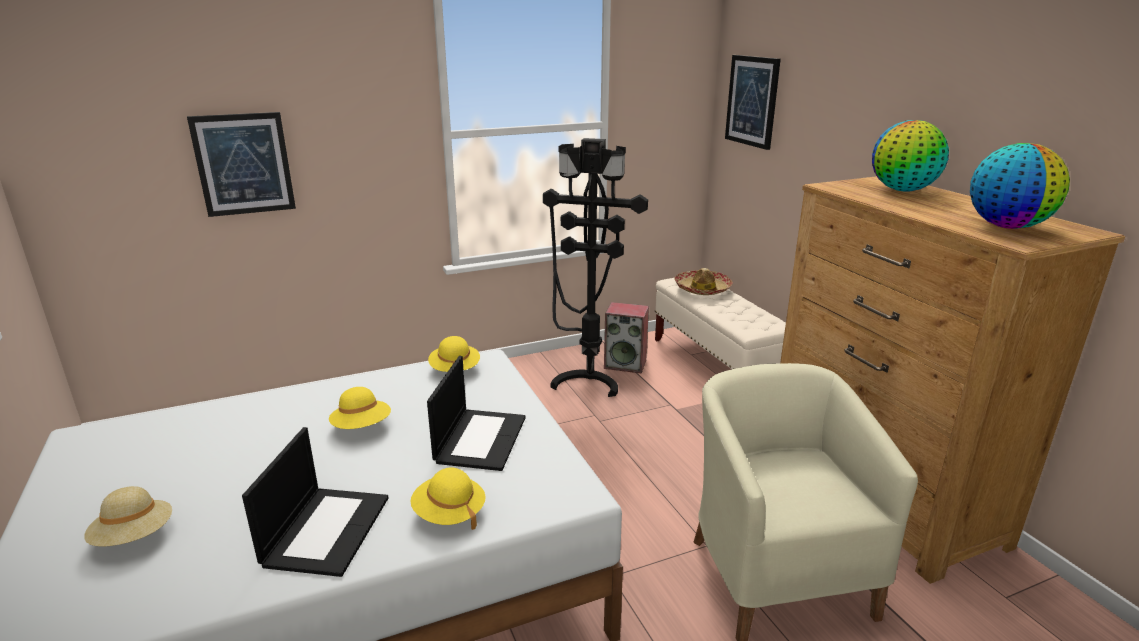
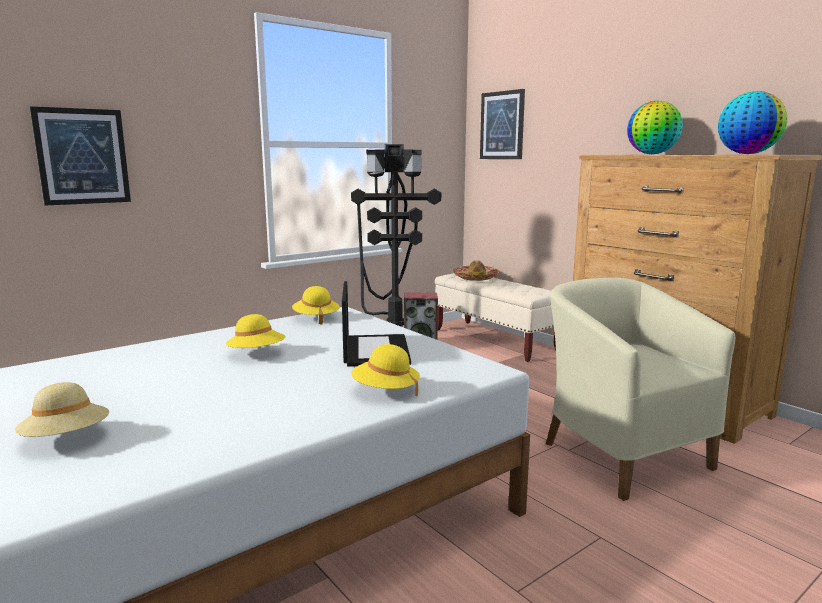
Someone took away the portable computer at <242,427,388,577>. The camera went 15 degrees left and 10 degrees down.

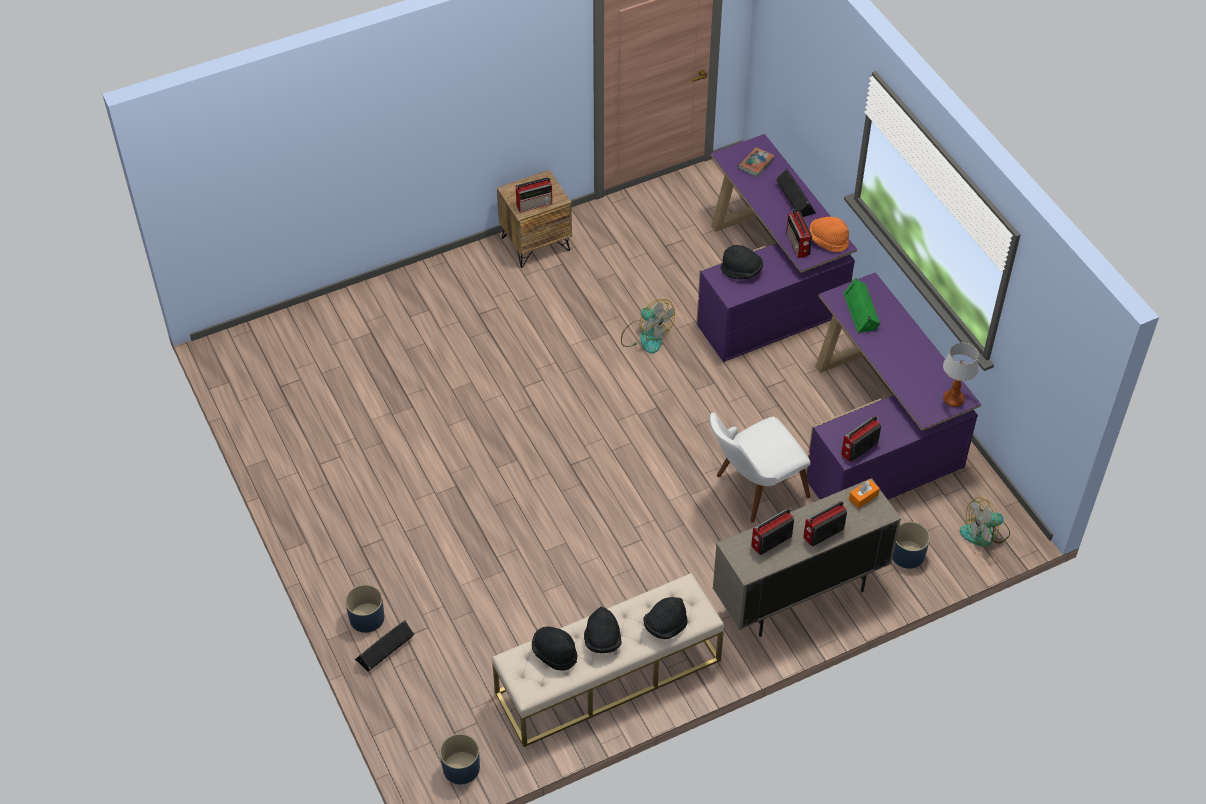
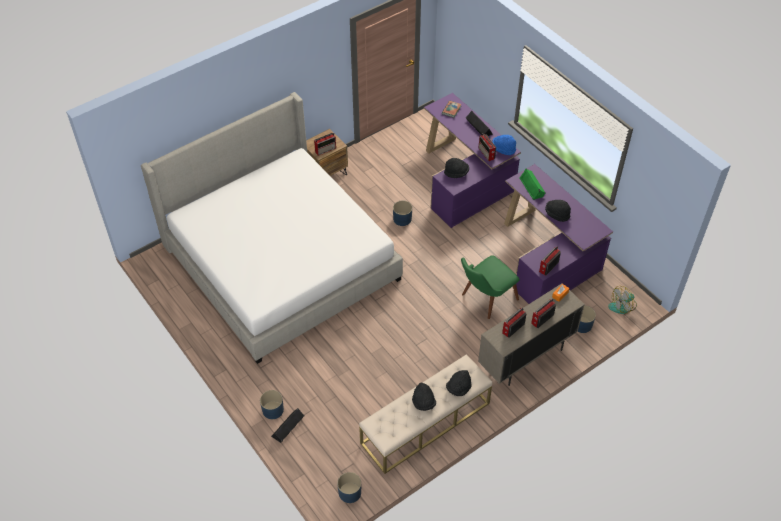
Someone repainted the orange-coloured wearable hat at <809,217,849,252>, which became the blue wearable hat at <492,135,516,155>. Someone swapped the fan at <621,299,675,354> for the blue plant pot at <393,200,412,226>. Someone took away the tabletop lamp at <943,343,979,407>. Someone repainted the white upright chair at <709,413,811,522>, which became the greenish upright chair at <461,255,520,319>. Someone carried the black-coloured wearable hat from <532,627,578,671> to <545,200,571,222>. Someone put down the sleeping bed at <141,92,403,364>. The camera went 10 degrees left and 0 degrees up.

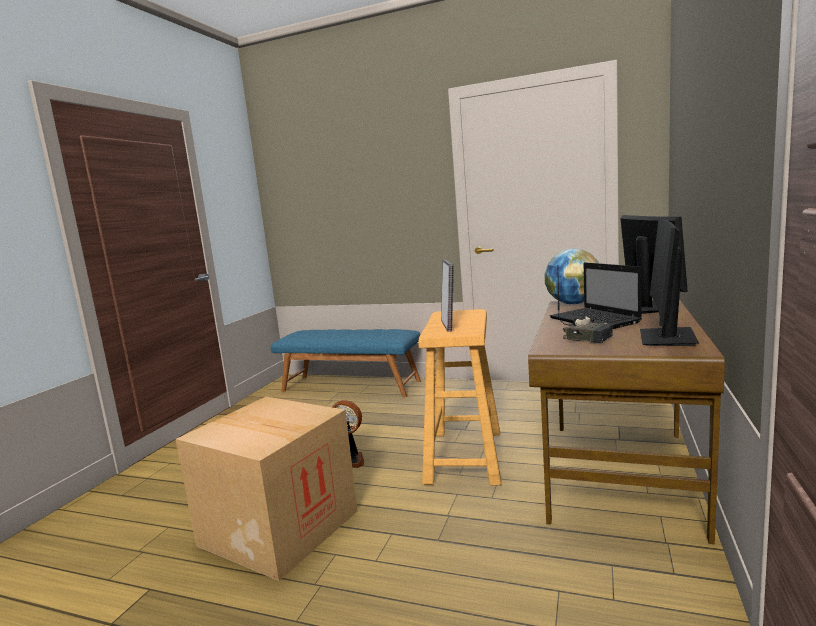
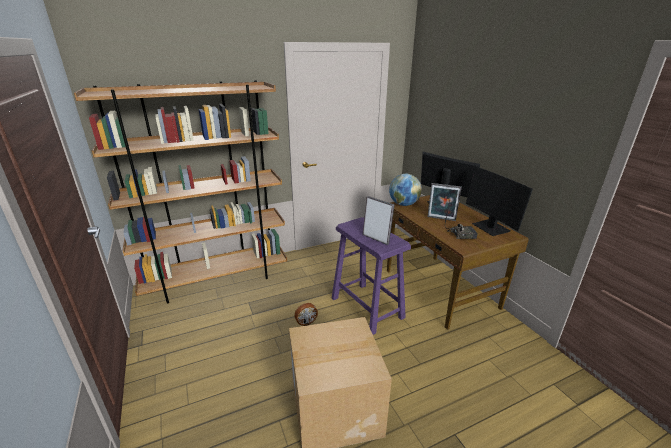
Someone swapped the portable computer at <550,262,642,329> for the photo frame at <427,183,462,221>. Someone repainted the beige-coloured stool at <418,309,501,485>, which became the purple-coloured stool at <332,217,411,335>. Someone swapped the blue bench at <271,329,421,397> for the brown shelving unit at <74,80,287,303>. The camera went 45 degrees left and 15 degrees up.

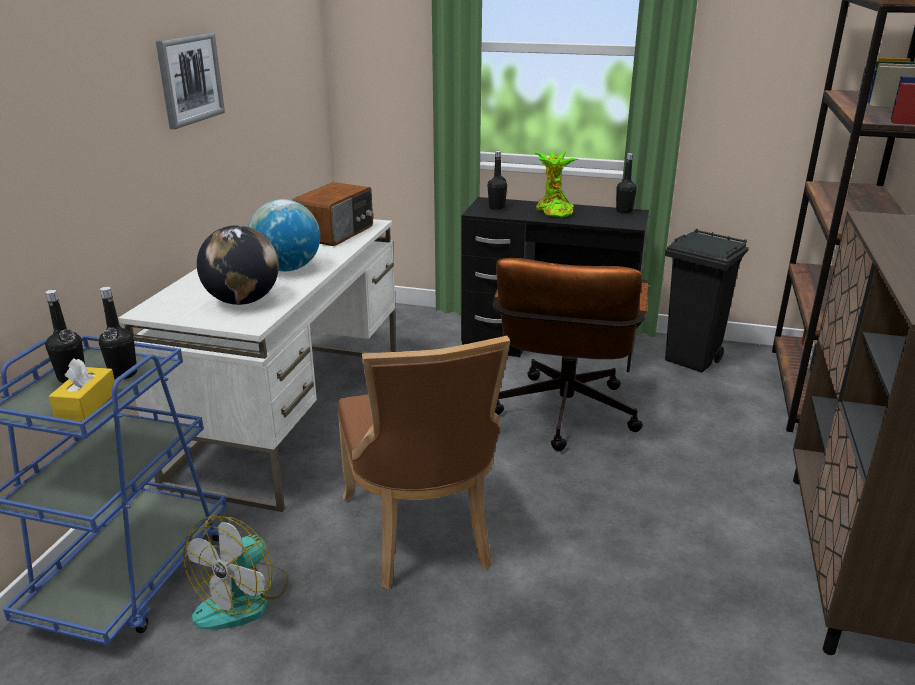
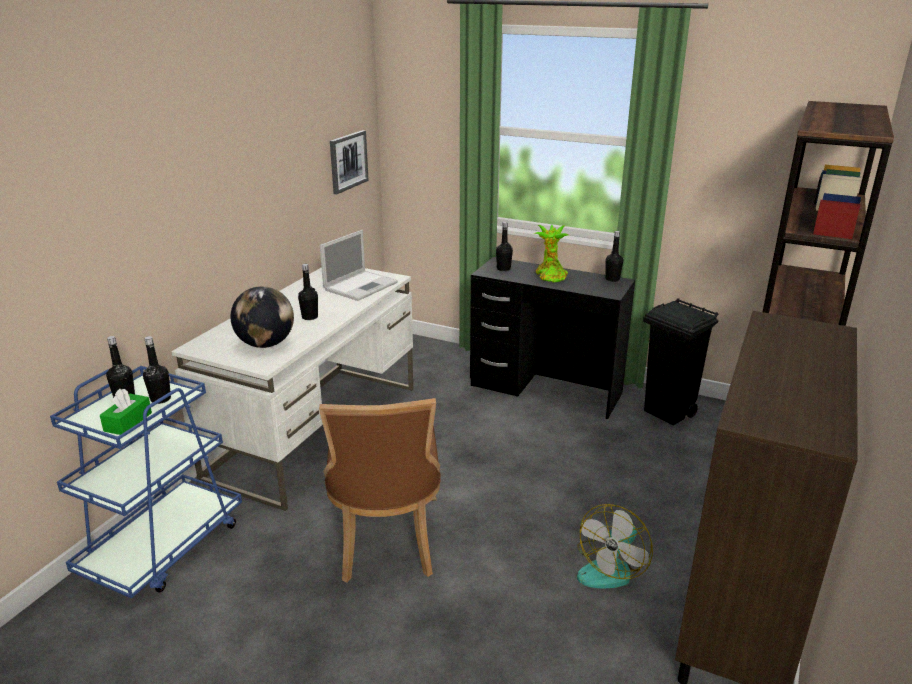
Someone carried the picture from <156,32,225,129> to <330,130,369,194>. Someone swapped the radio set at <292,182,373,246> for the portable computer at <320,230,398,301>. Someone swapped the desk globe at <248,199,320,271> for the black-coloured beverage bottle at <298,264,318,320>. Someone took away the brown computer chair at <493,258,648,451>. Someone repainted the yellow box of tissues at <49,358,115,421>, which became the greenish box of tissues at <100,389,152,435>. Someone carried the fan from <183,516,289,630> to <577,504,653,589>. The camera went 10 degrees right and 0 degrees up.

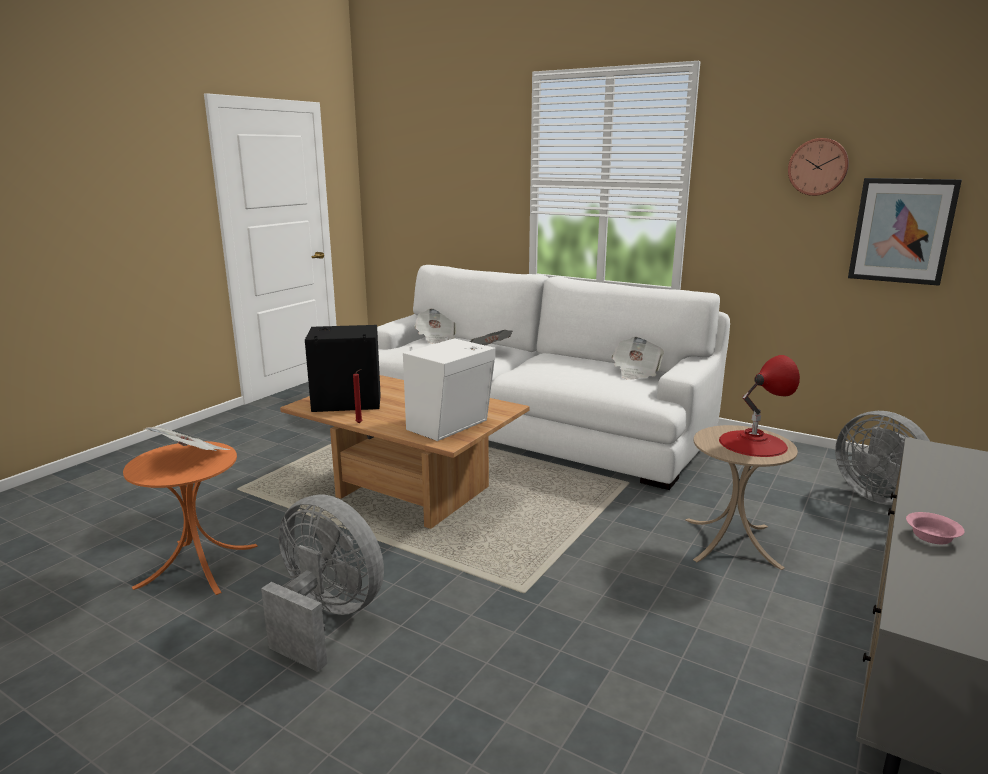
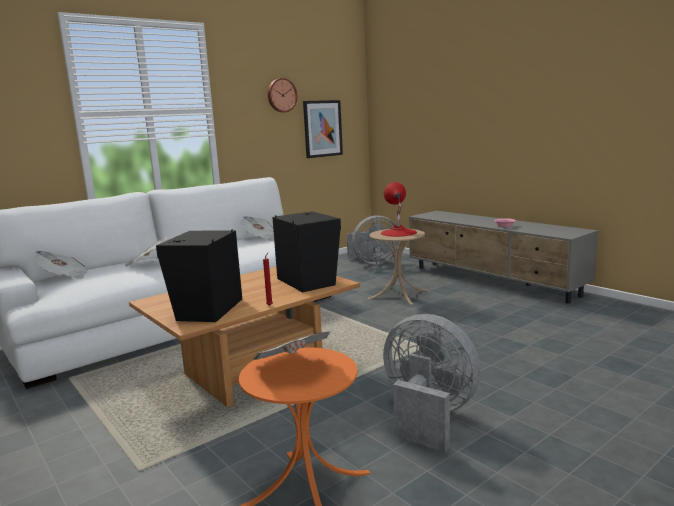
Someone repainted the white speaker at <403,337,495,441>, which became the black-coloured speaker at <272,211,341,292>. Someone rotated the gray fan at <261,495,384,672> by 75 degrees clockwise. The camera went 70 degrees left and 5 degrees down.

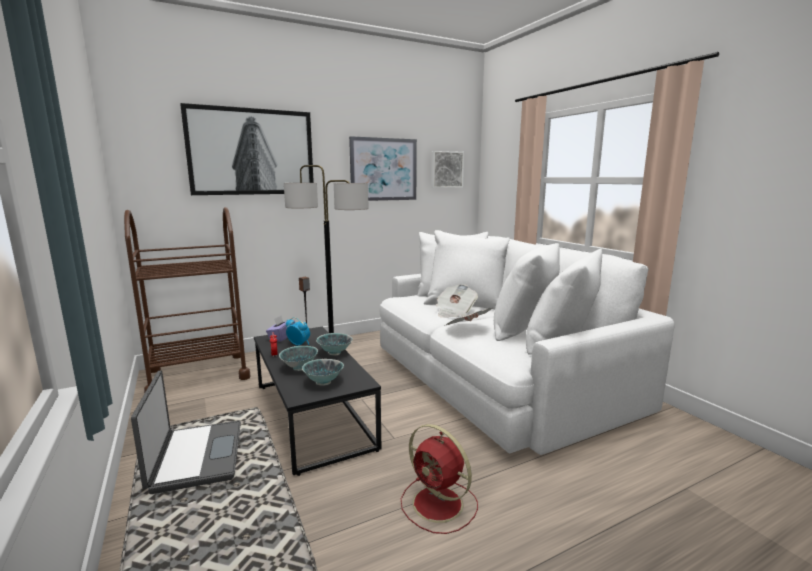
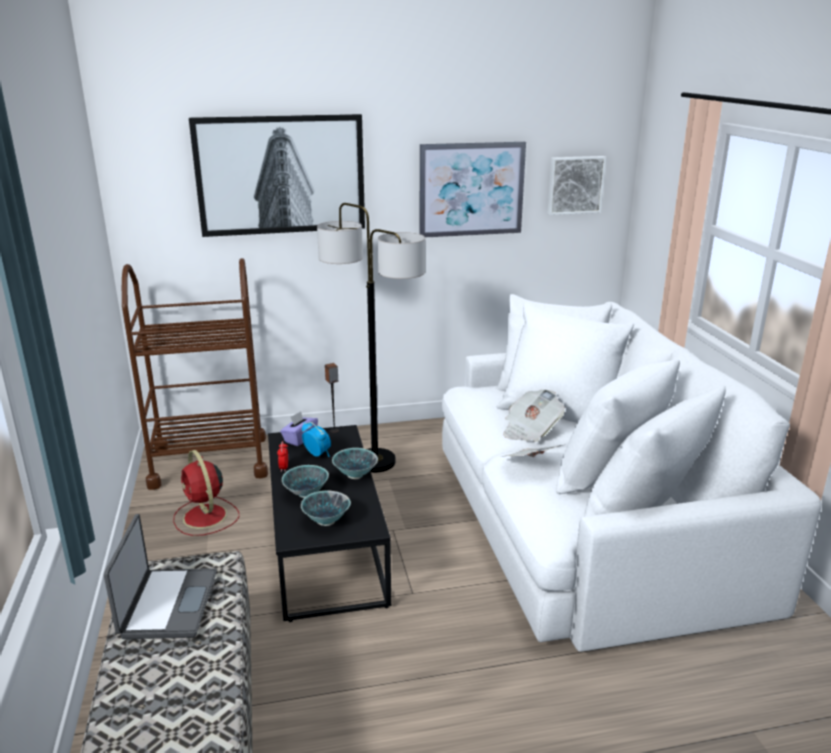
Someone carried the red-coloured fan from <401,424,478,534> to <173,450,239,536>. The camera went 15 degrees right and 10 degrees up.

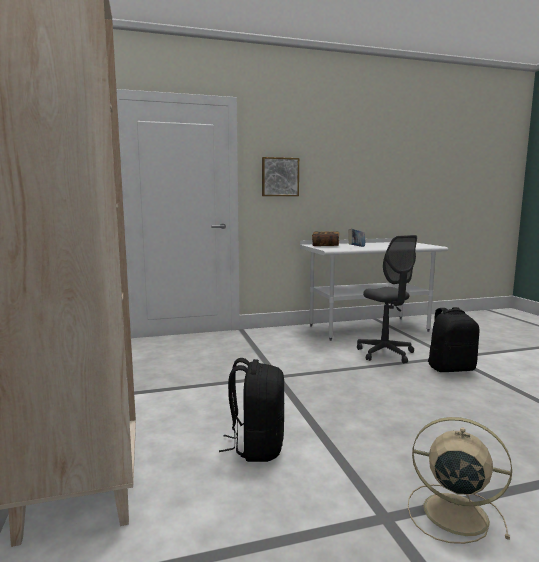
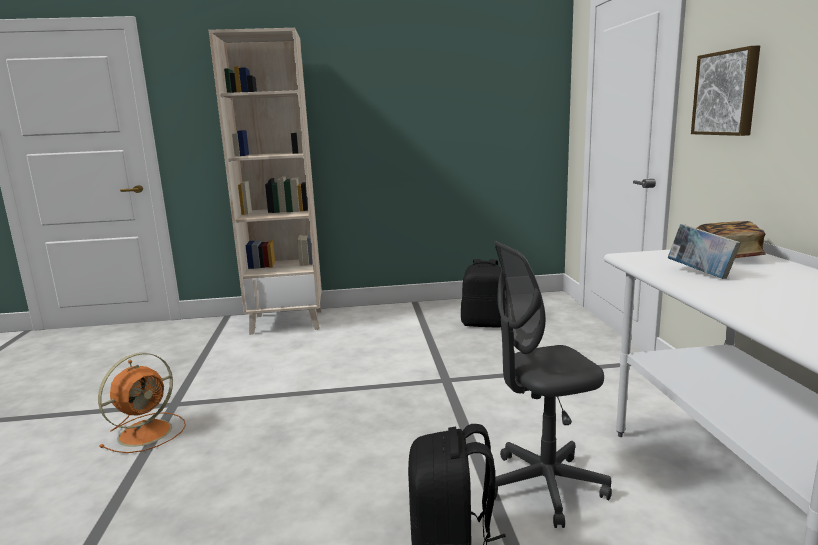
Someone carried the black-coloured backpack from <219,358,284,462> to <461,259,505,328>. Someone repainted the beige-coloured fan at <408,417,512,544>, which became the orange-coloured fan at <98,353,186,453>. The camera went 100 degrees right and 5 degrees up.

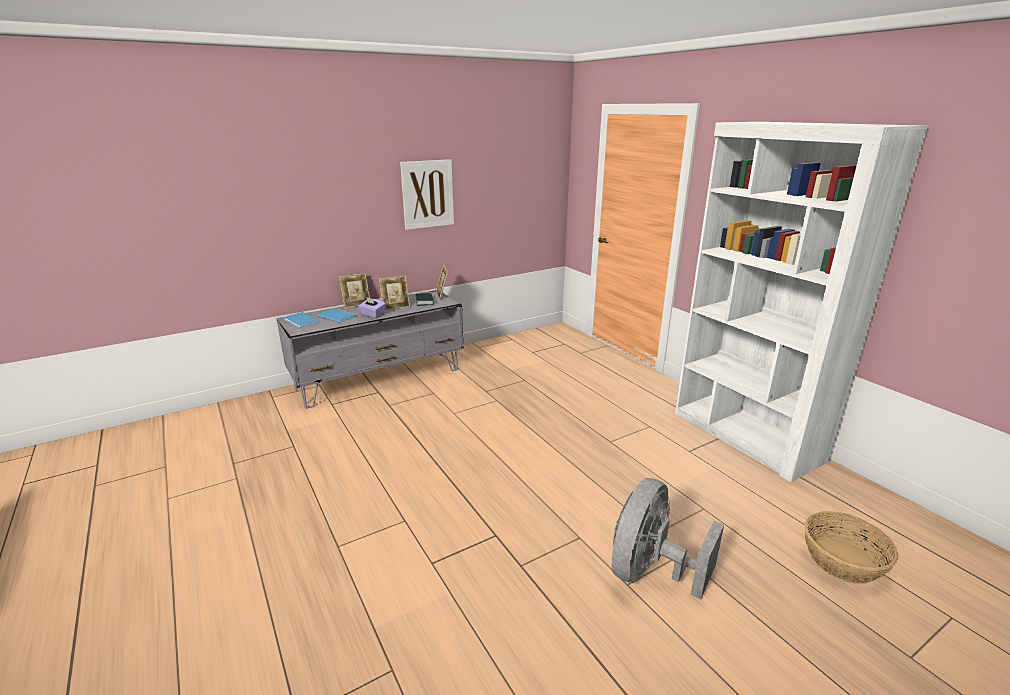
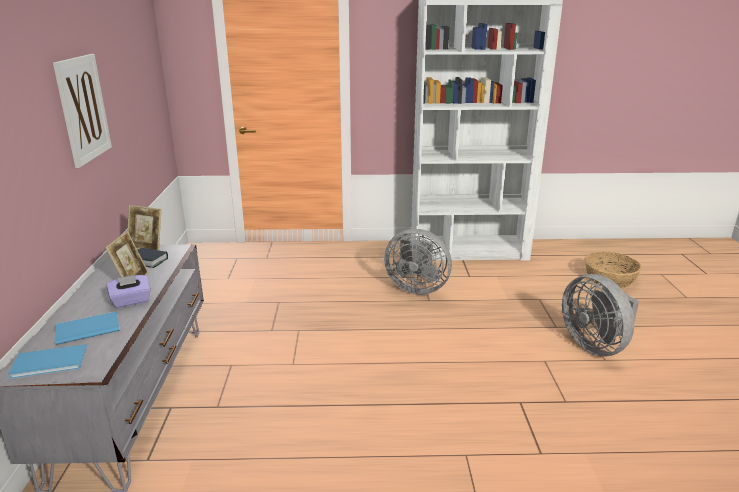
Someone took away the photo frame at <339,273,370,308>. Someone put down the gray fan at <384,229,452,295>. The camera went 60 degrees left and 0 degrees up.

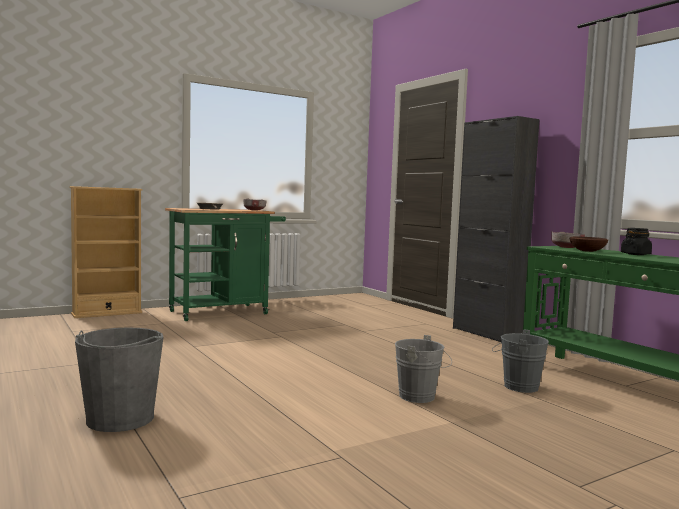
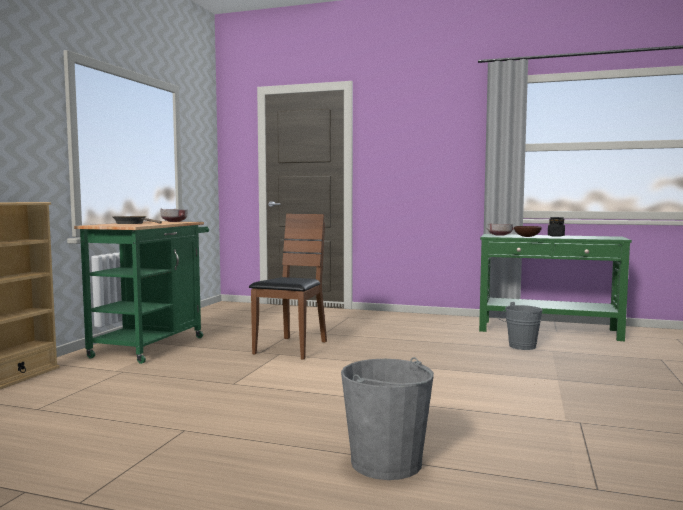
Someone took away the black-coloured cupboard at <453,116,540,342>. Someone took away the gray bucket at <395,335,452,403>. Someone put down the brown upright chair at <249,214,327,360>. The camera went 40 degrees left and 0 degrees up.

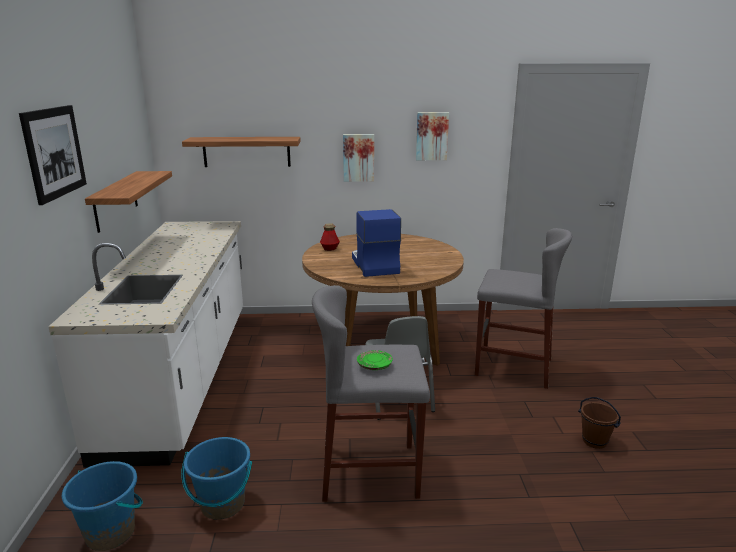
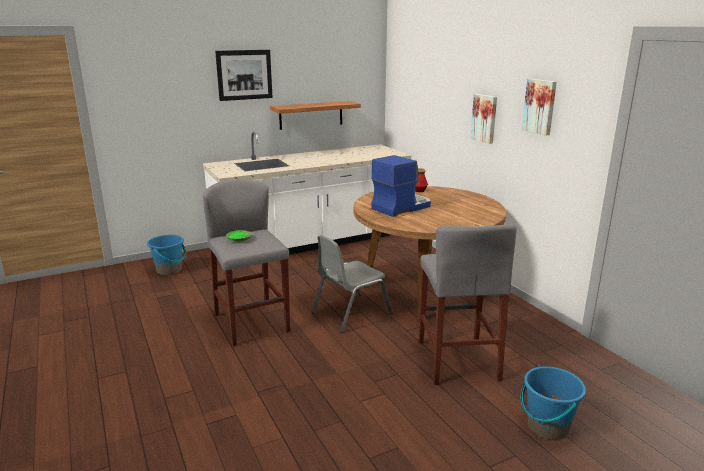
Someone took away the wall shelf at <182,137,301,167>. Someone took away the brown bucket at <578,397,621,449>. Someone carried the blue bucket from <181,437,252,520> to <521,366,586,440>. The camera went 65 degrees right and 0 degrees up.

